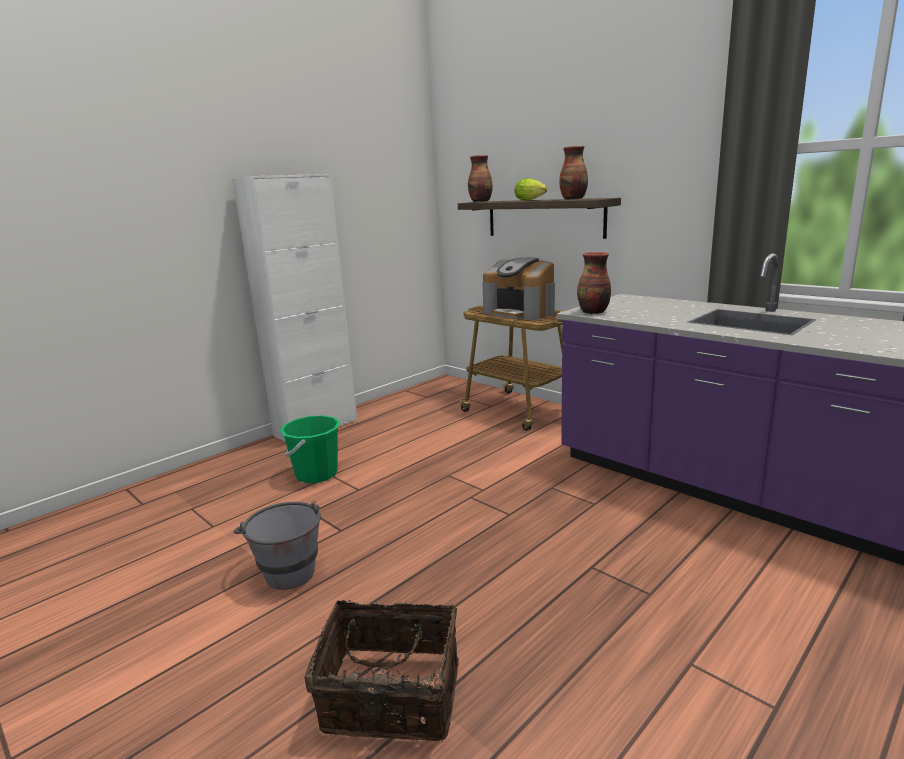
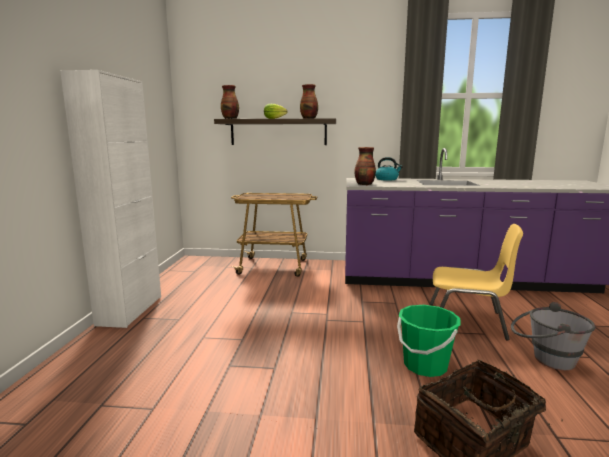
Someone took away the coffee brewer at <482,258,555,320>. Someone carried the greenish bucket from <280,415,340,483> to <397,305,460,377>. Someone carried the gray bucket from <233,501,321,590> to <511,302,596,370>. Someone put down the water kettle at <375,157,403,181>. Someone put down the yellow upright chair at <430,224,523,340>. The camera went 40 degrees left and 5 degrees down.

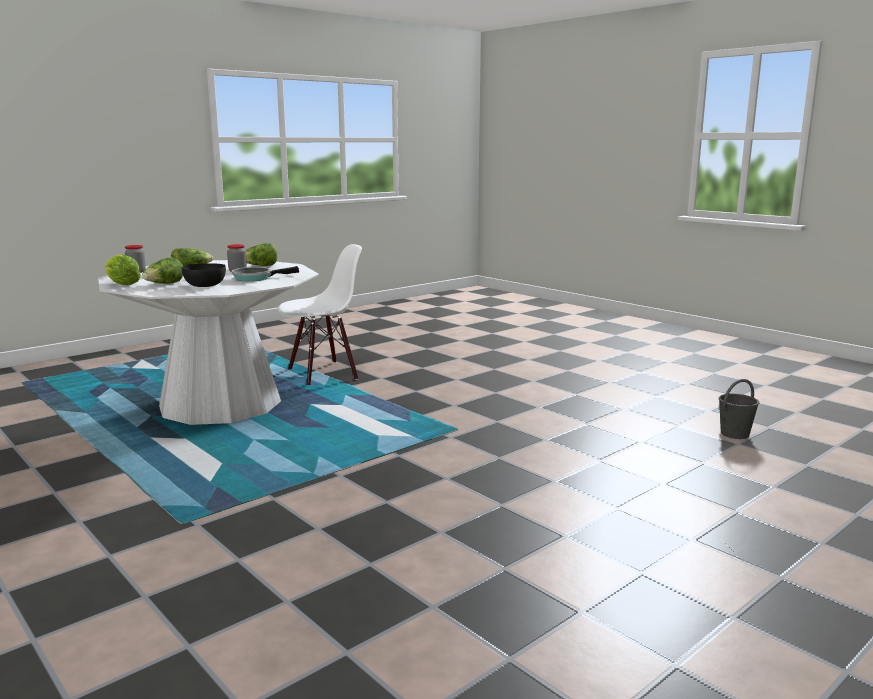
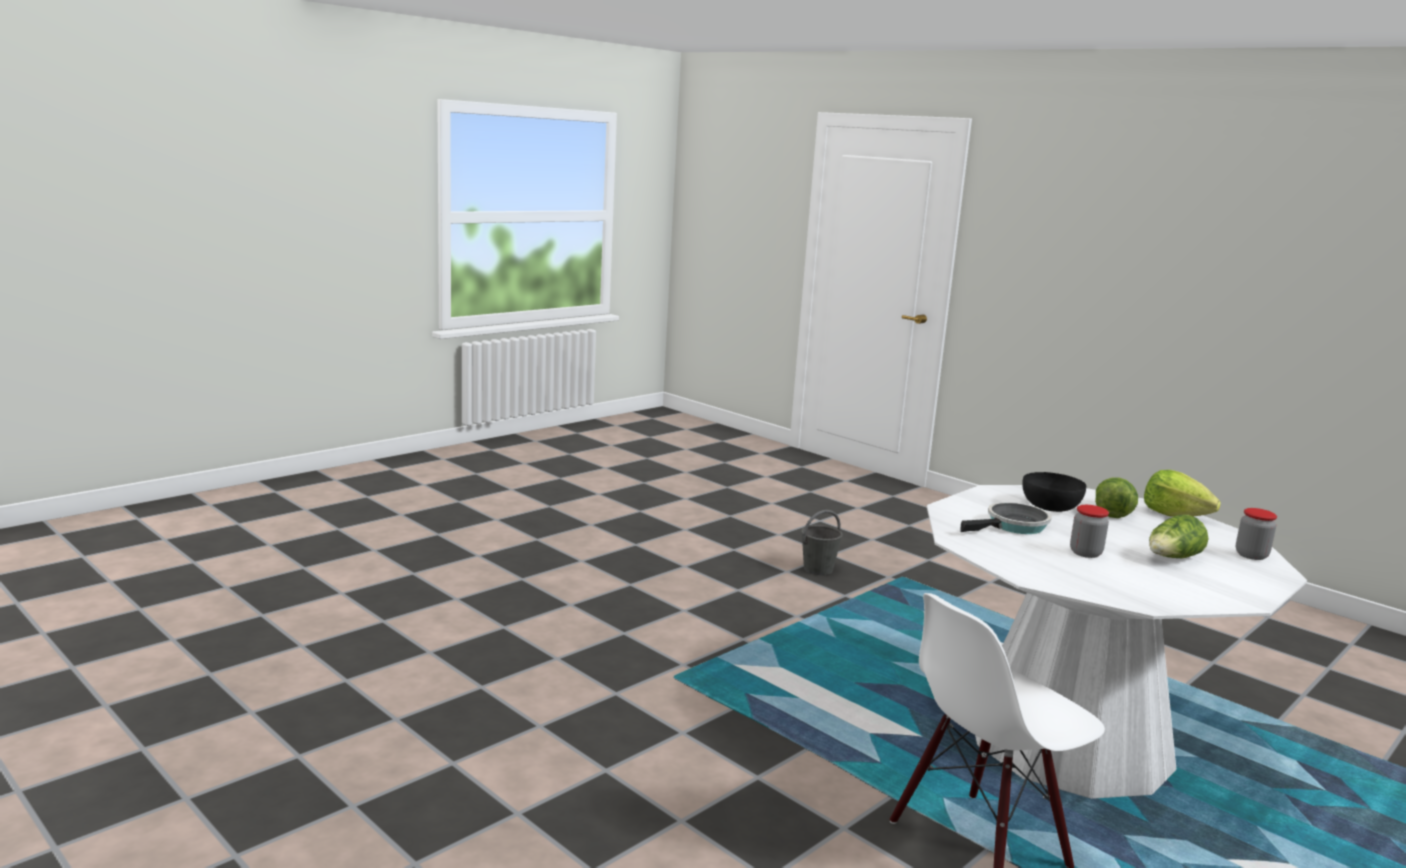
Someone took away the head of lettuce at <246,243,277,266>. Someone carried the gray bucket from <719,379,759,439> to <801,510,843,575>. The camera went 175 degrees right and 0 degrees up.

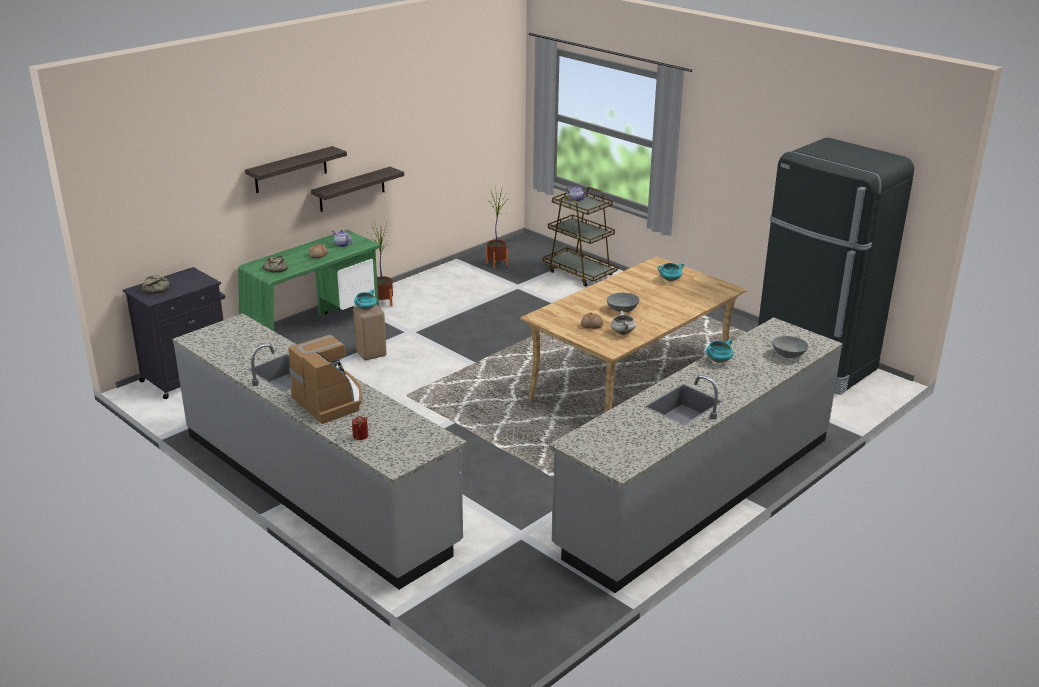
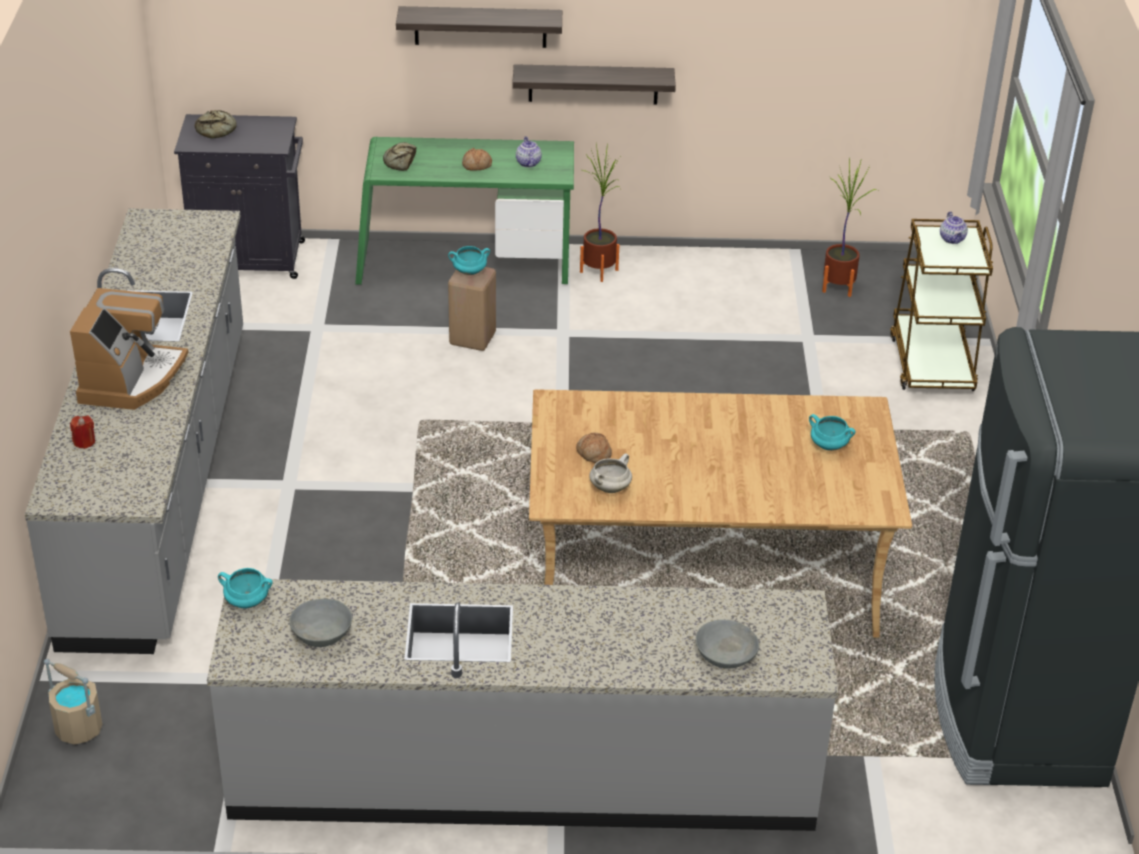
Someone carried the gray serving bowl from <607,293,639,312> to <289,599,352,647>. Someone carried the turquoise-coloured saucepot from <706,339,733,363> to <218,568,273,608>. Someone put down the beige-coloured bucket at <44,659,103,745>. The camera went 45 degrees right and 10 degrees up.

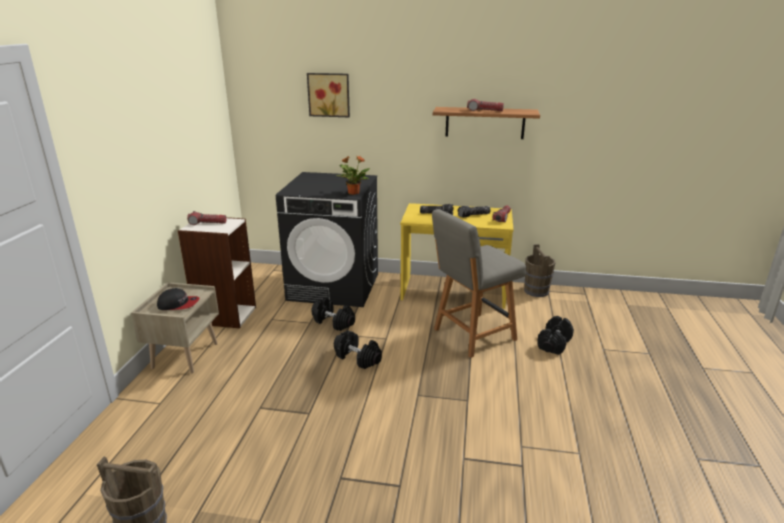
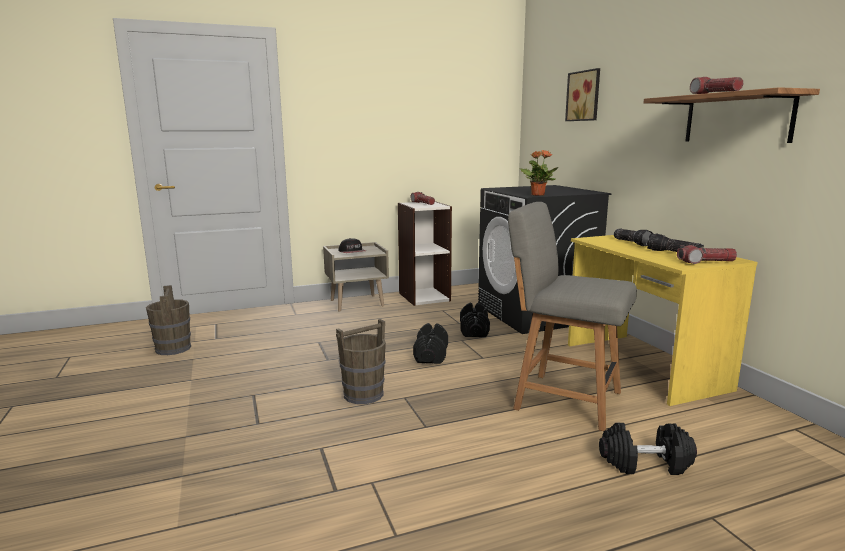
Someone carried the brown bucket from <524,244,556,297> to <336,319,386,404>. The camera went 60 degrees right and 10 degrees down.

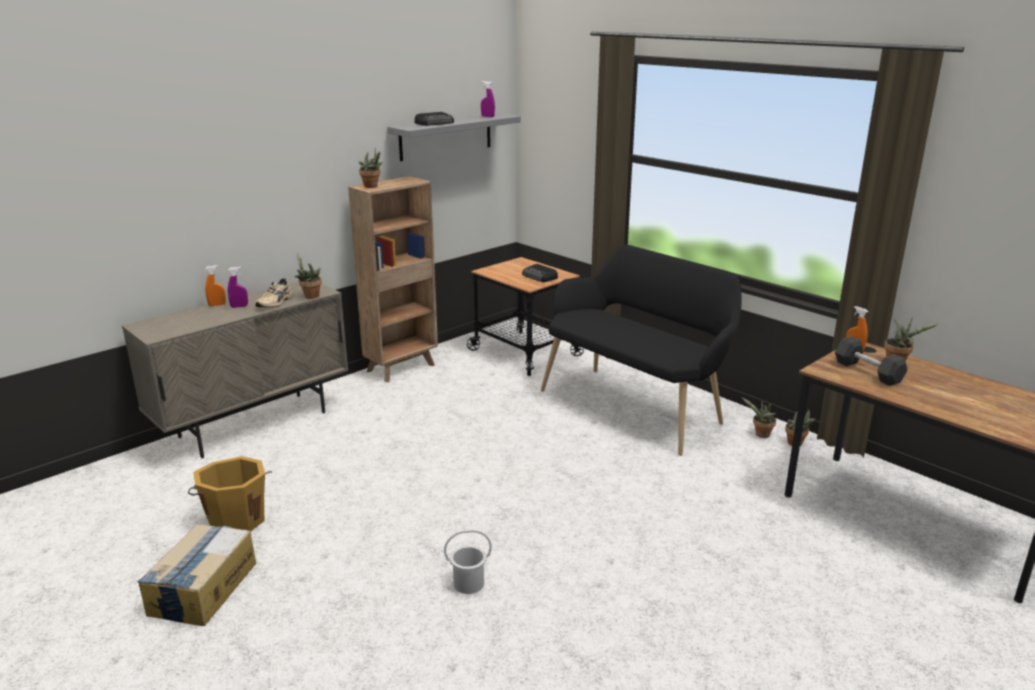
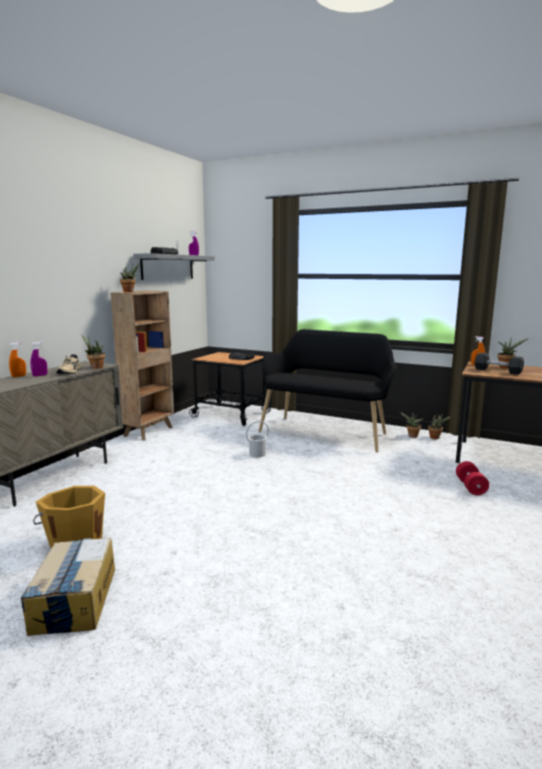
Someone carried the white bucket from <444,529,492,594> to <246,421,269,457>. Someone put down the red-coloured free weight at <456,461,489,495>. The camera went 20 degrees left and 10 degrees down.

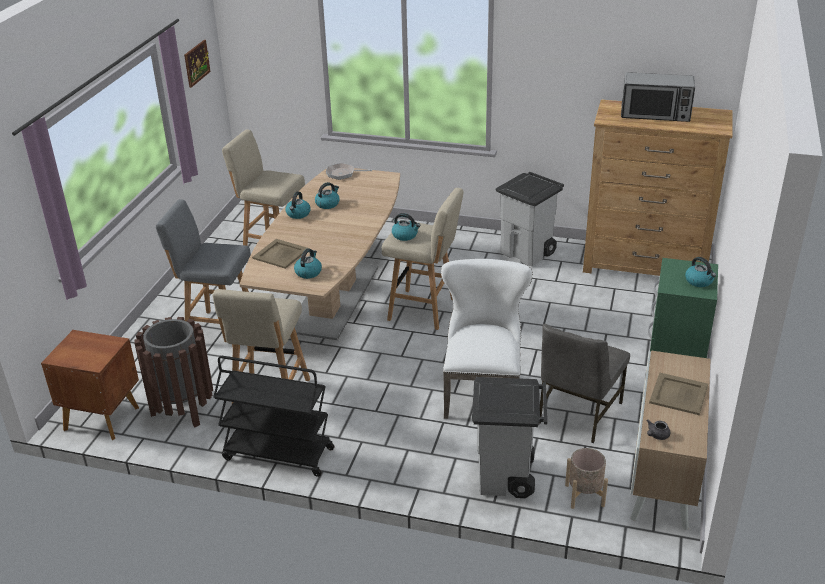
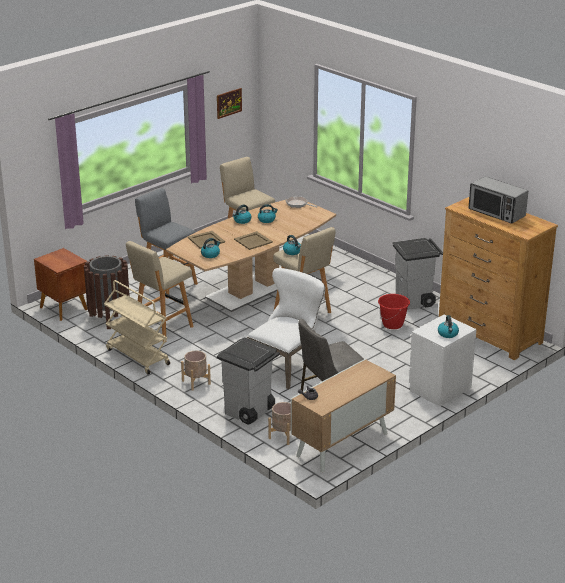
Someone repainted the greenish nightstand at <648,258,718,358>, which became the white nightstand at <409,314,477,407>. Someone repainted the black-coloured cart at <213,356,334,477>, which became the beige-coloured cart at <104,280,170,375>. Someone carried the beige-coloured serving tray from <649,373,708,415> to <234,231,273,250>. Someone put down the red-coloured bucket at <378,294,410,329>. Someone put down the beige-coloured plant pot at <181,351,211,391>. The camera went 30 degrees right and 5 degrees down.

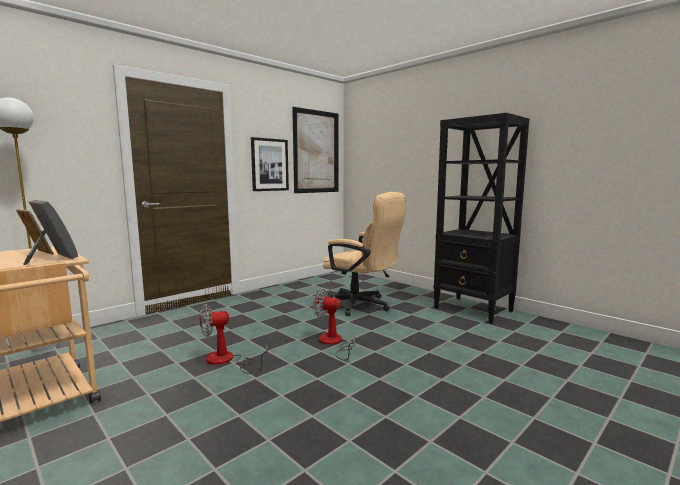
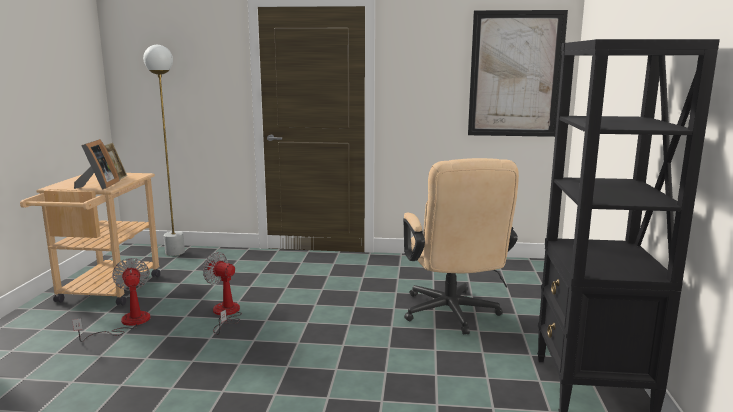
Someone took away the picture at <251,137,289,191>. Someone carried the fan from <313,288,355,361> to <72,258,151,342>. The camera went 50 degrees right and 5 degrees up.

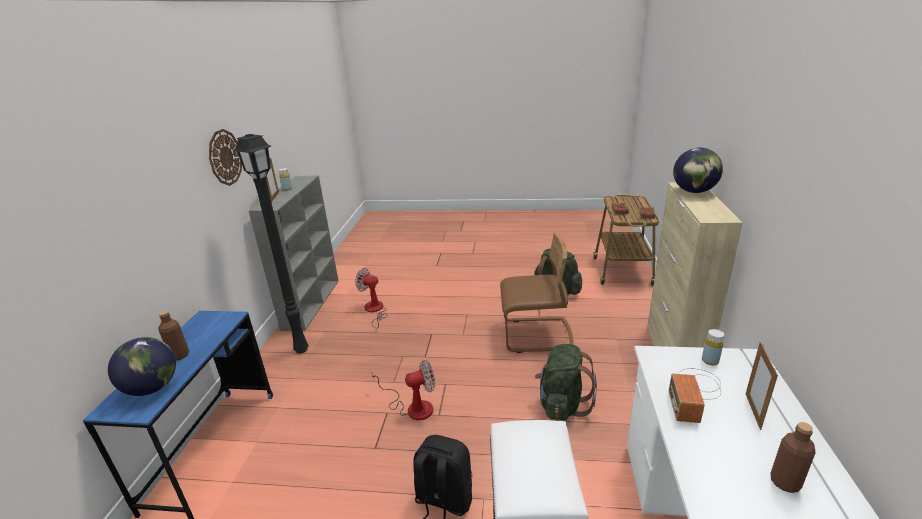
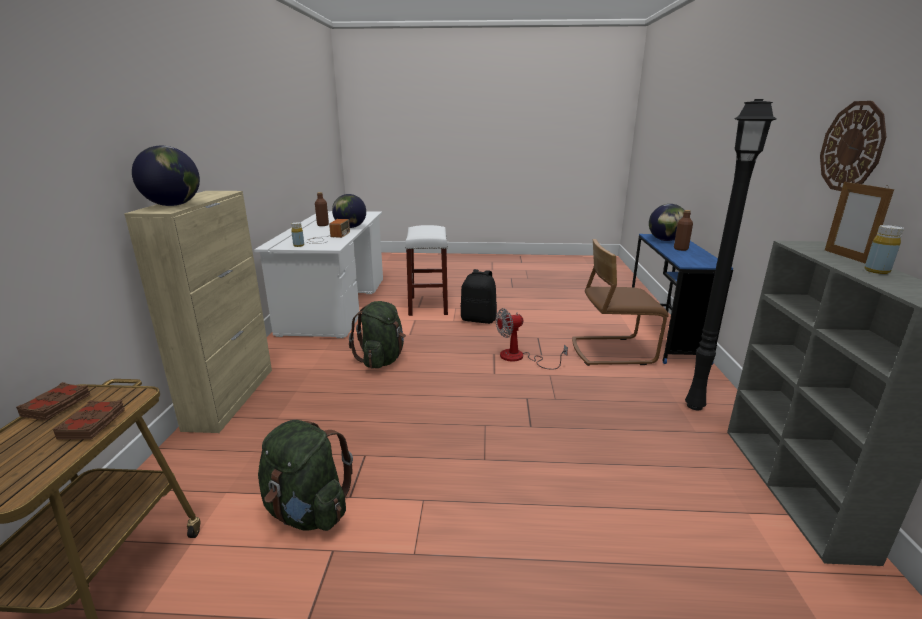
Someone carried the brown upright chair from <500,232,573,353> to <572,239,669,366>. Someone took away the fan at <355,268,387,328>. Someone took away the photo frame at <746,342,778,430>. Someone put down the desk globe at <332,194,366,228>. The camera went 175 degrees right and 5 degrees down.

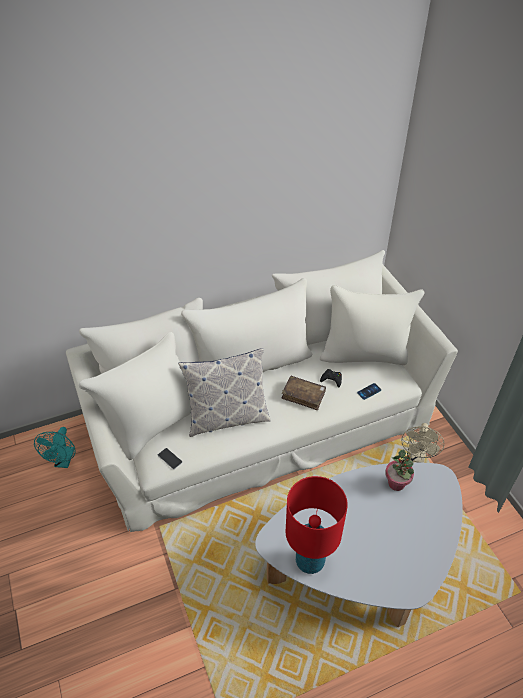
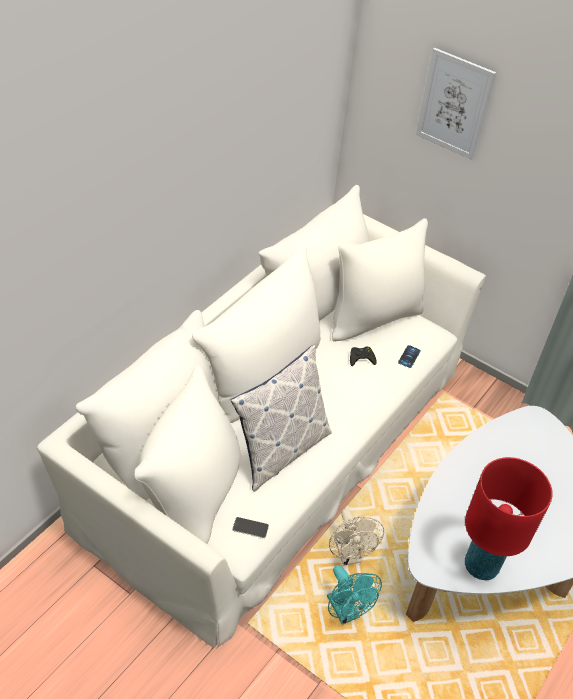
Someone took away the brown volume at <282,376,326,410>. Someone carried the beige-coloured fan from <401,423,444,463> to <329,509,384,566>. Someone carried the turquoise-coloured fan from <34,427,76,468> to <327,565,382,625>. Someone took away the potted plant at <385,449,414,491>. Someone put up the picture at <416,48,496,160>. The camera went 35 degrees left and 0 degrees up.

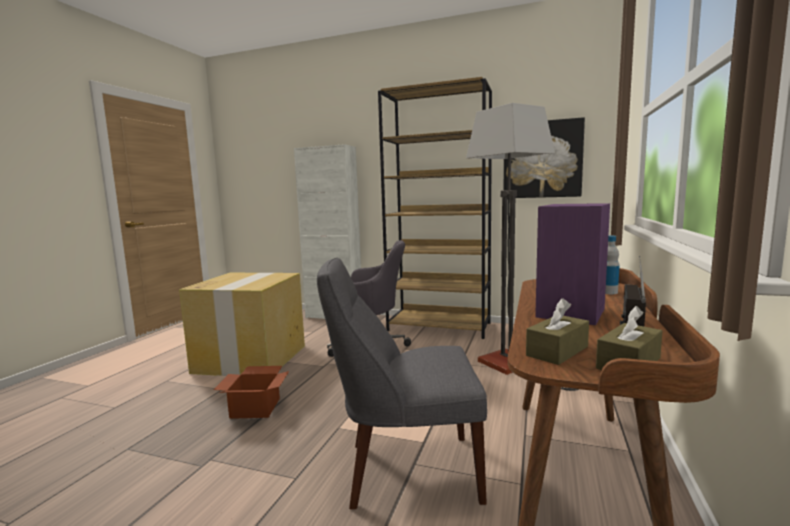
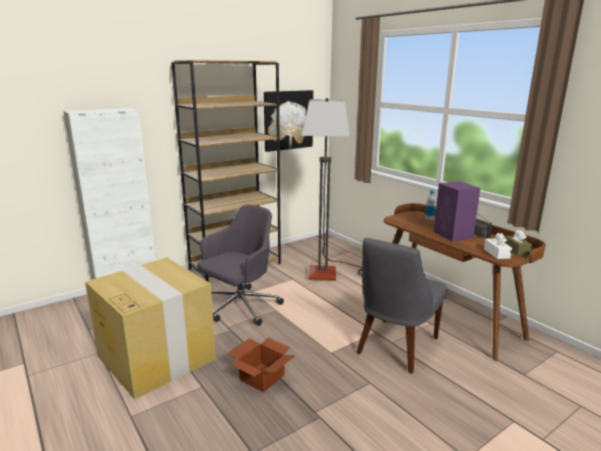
Someone repainted the brown box of tissues at <526,298,589,365>, which became the white box of tissues at <484,233,512,259>. The camera went 55 degrees left and 10 degrees up.

